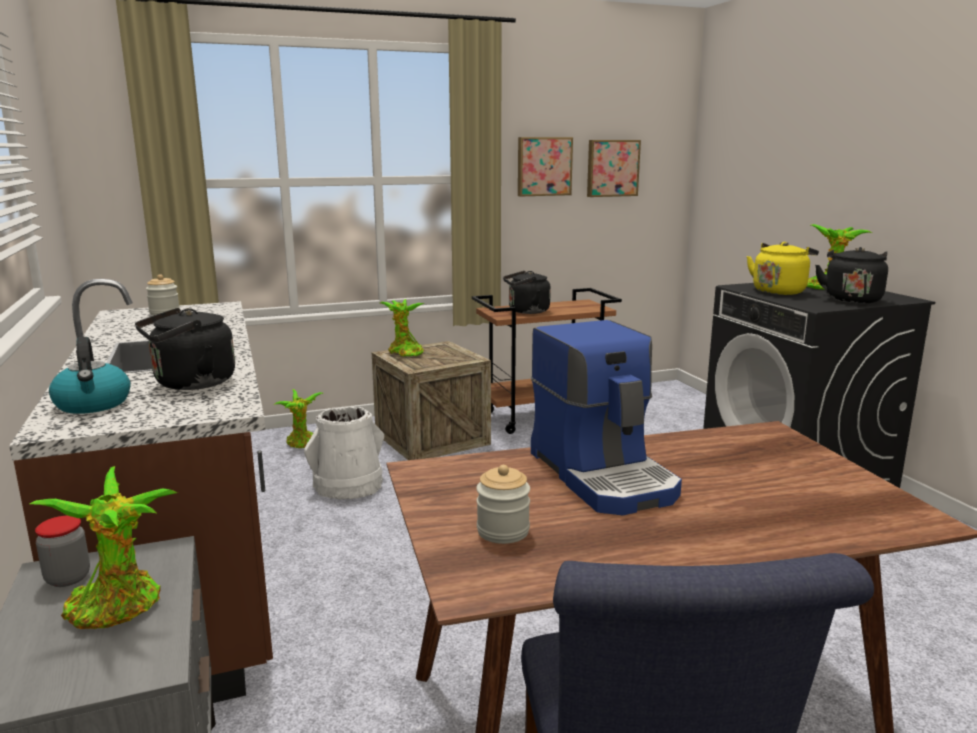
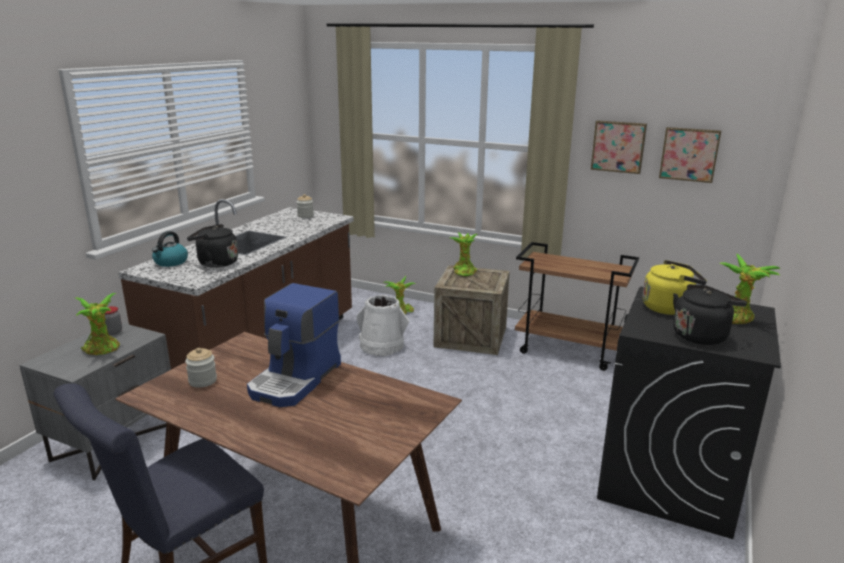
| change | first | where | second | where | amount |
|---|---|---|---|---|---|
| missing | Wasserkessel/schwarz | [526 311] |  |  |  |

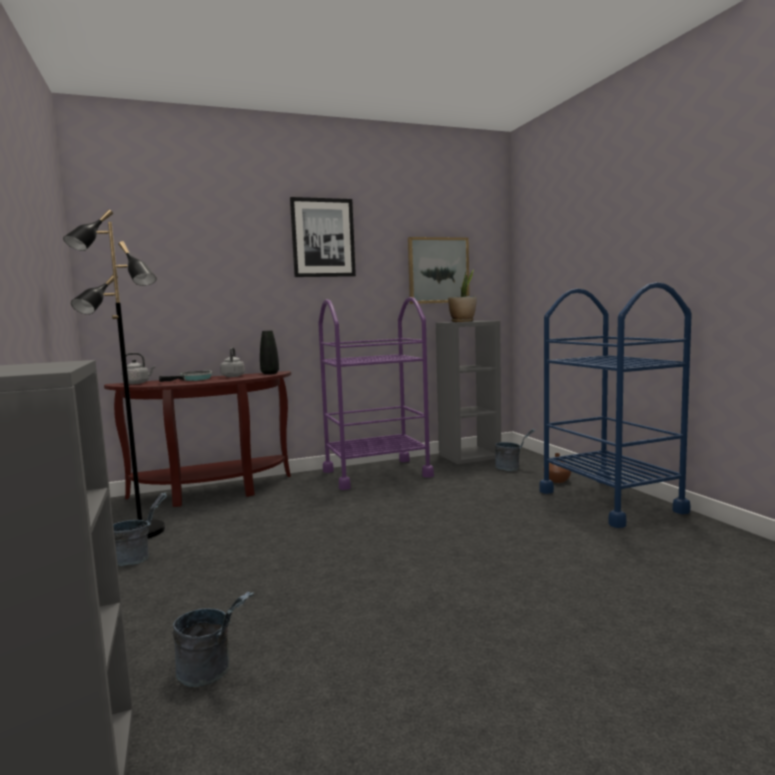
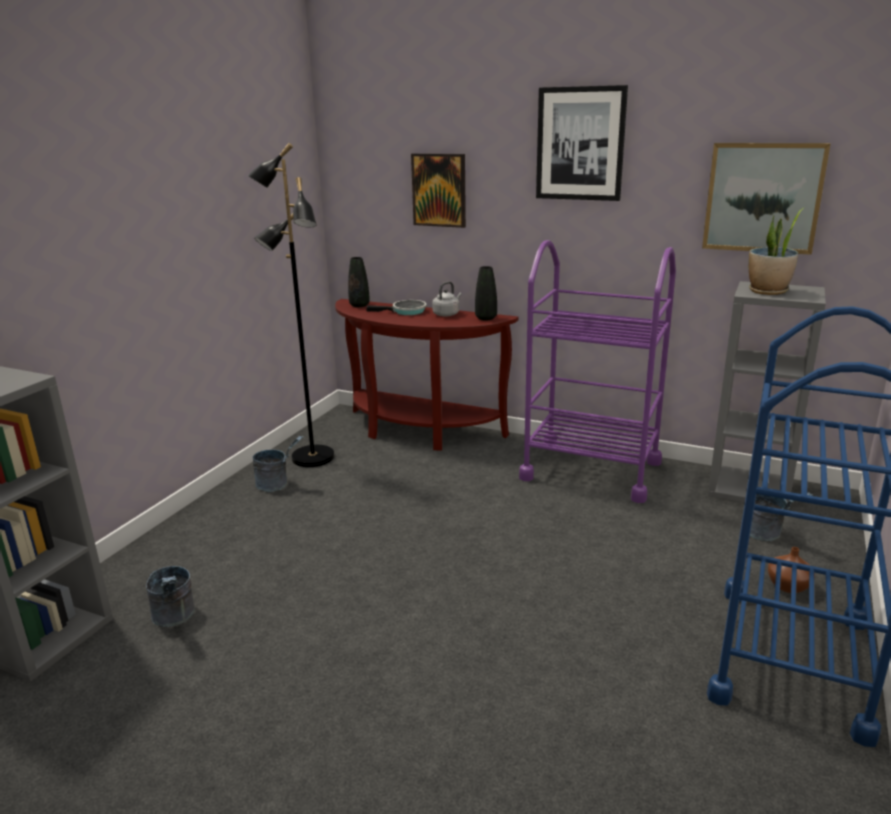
| change | first | where | second | where | amount |
|---|---|---|---|---|---|
| exchanged | Wasserkessel/grau | [138 383] | Vase/schwarz | [359 305] |  |
| appeared |  |  | Bild | [439 190] |  |

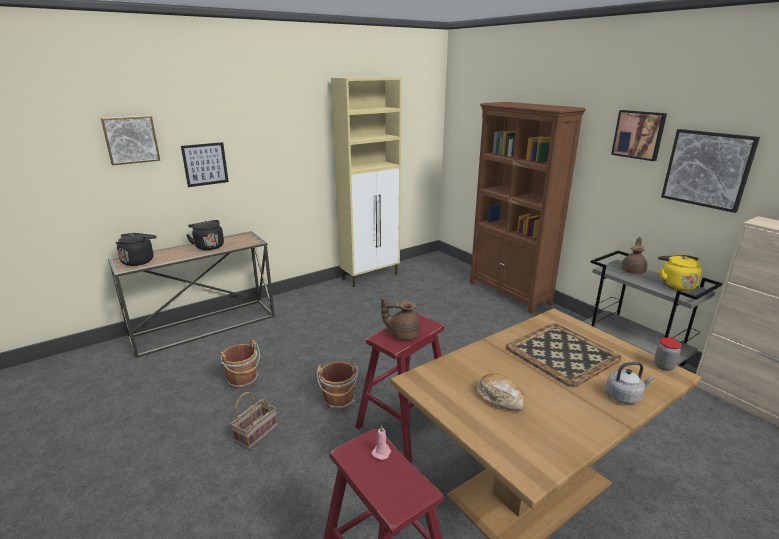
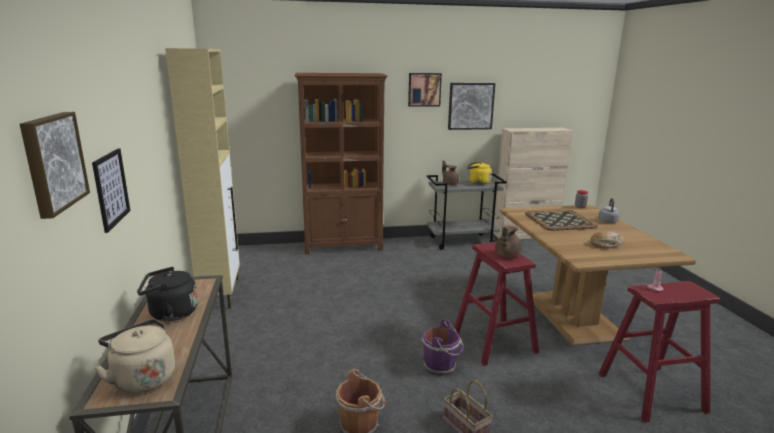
| change | first | where | second | where | amount |
|---|---|---|---|---|---|
| colour | Wasserkessel/schwarz | [139 261] | Wasserkessel/beige | [142 378] |  |
| colour | Eimer/braun | [339 401] | Eimer/lila | [441 366] |  |

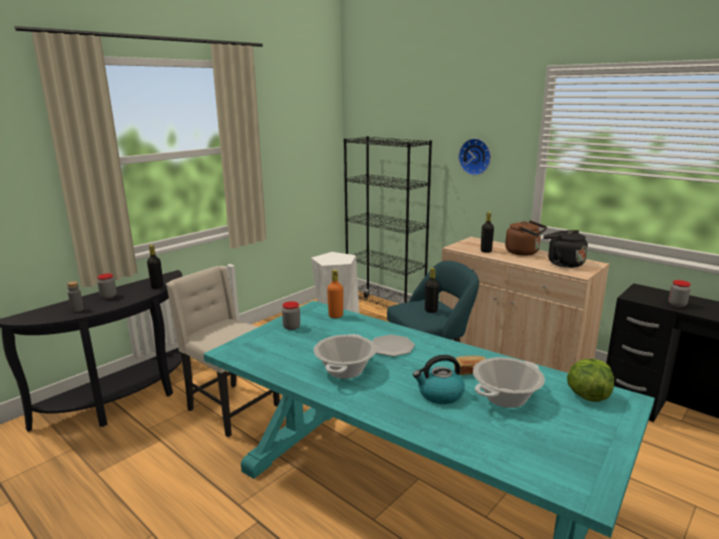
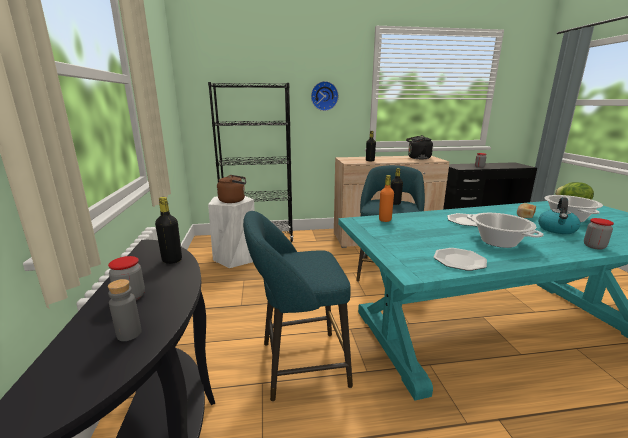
| change | first | where | second | where | amount |
|---|---|---|---|---|---|
| exchanged | Stuhl/beige | [231 408] | Hocker/türkis | [298 365] |  |
| relocated | Vorratsglas | [291 327] |  | [594 246] |  |
| relocated | Wasserkessel/braun | [524 252] |  | [234 200] |  |
| appeared |  |  | Teller | [459 260] |  |

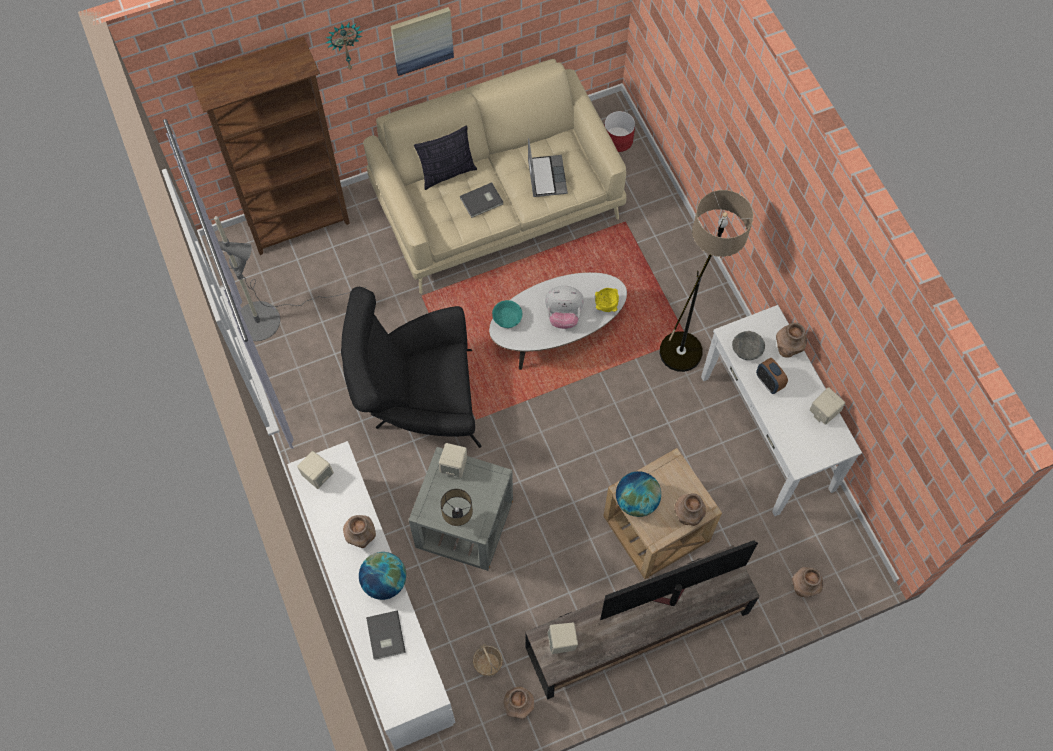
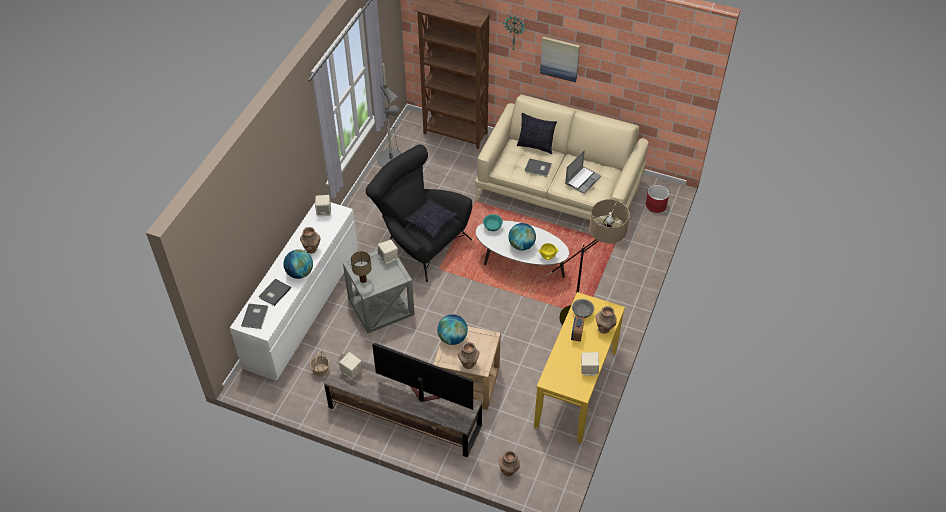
| change | first | where | second | where | amount |
|---|---|---|---|---|---|
| missing | Vase/braun | [519 707] |  |  |  |
| exchanged | Plüschtier | [563 315] | Globus | [521 245] |  |
| colour | Konsolentisch/weiß | [767 432] | Konsolentisch/gelb | [576 388] |  |
| appeared |  |  | Buch/grau | [256 316] |  |
| appeared |  |  | Kissen | [431 221] |  |

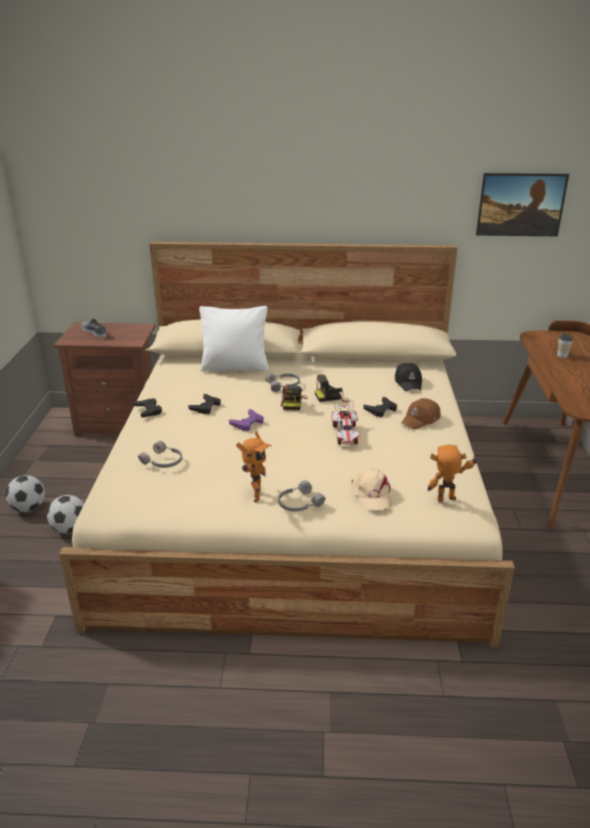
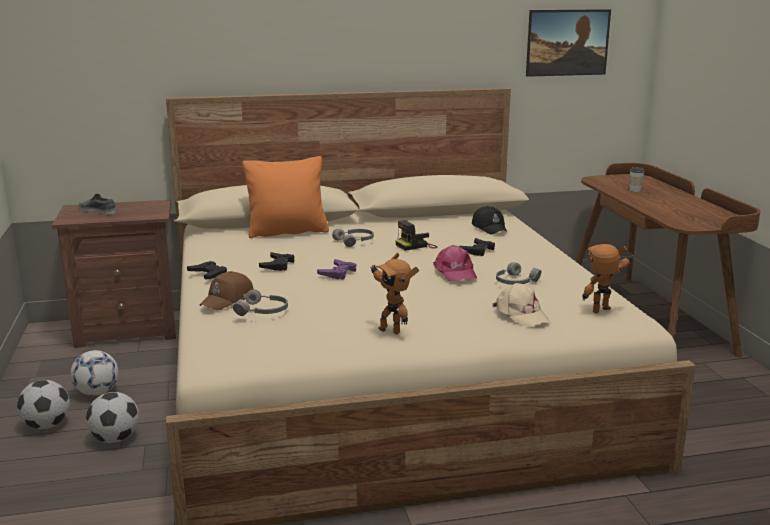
| change | first | where | second | where | amount |
|---|---|---|---|---|---|
| colour | Kissen/weiß | [235 367] | Kissen/orange | [287 232] |  |
| spun | Spielzeugroboter | [254 496] |  | [391 330] | 135 degrees clockwise |
| relocated | Kopfhörer/grau | [299 503] |  | [515 282] |  |
| missing | Kamera | [293 403] |  |  |  |
| exchanged | Spielzeugauto | [345 434] | Kappe/rosa | [455 272] |  |
| relocated | Kappe/braun | [421 420] |  | [228 300] |  |
| appeared |  |  | Fußball | [97 393] |  |

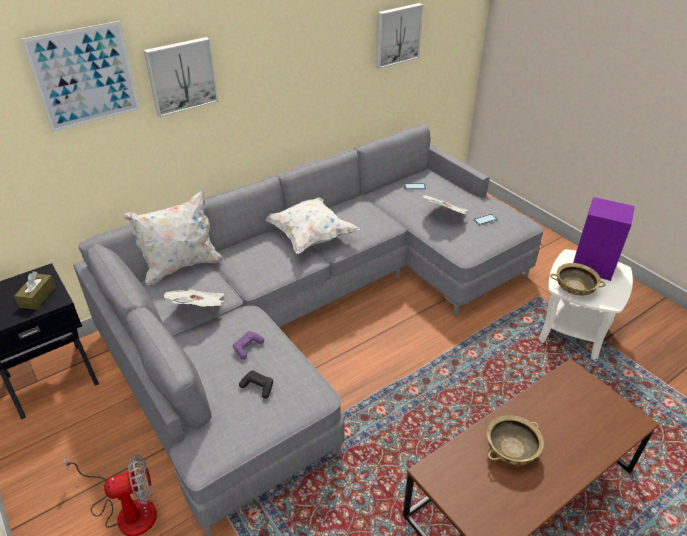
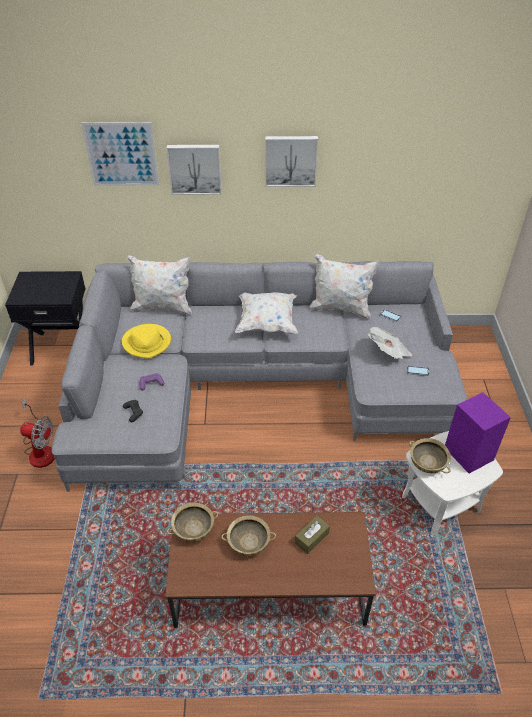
| change | first | where | second | where | amount |
|---|---|---|---|---|---|
| relocated | Taschentuchbox/braun | [38 297] |  | [311 538] |  |
| exchanged | Zeitung | [199 309] | Hut/gelb | [147 343] |  |
| relocated | Bild | [397 35] |  | [290 160] |  |
| appeared |  |  | Schüssel/beige | [193 530] |  |
| appeared |  |  | Kissen/weiß | [340 308] |  |

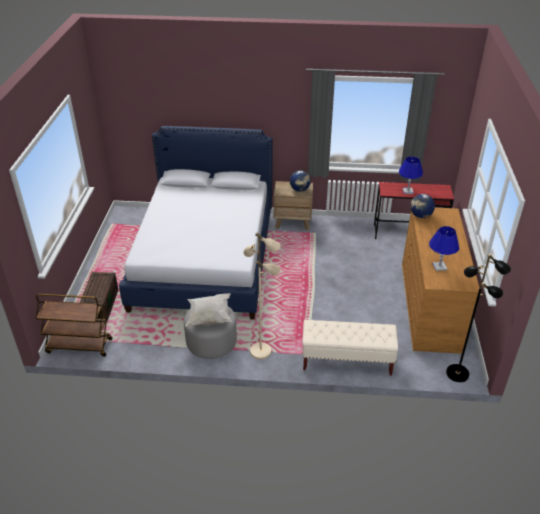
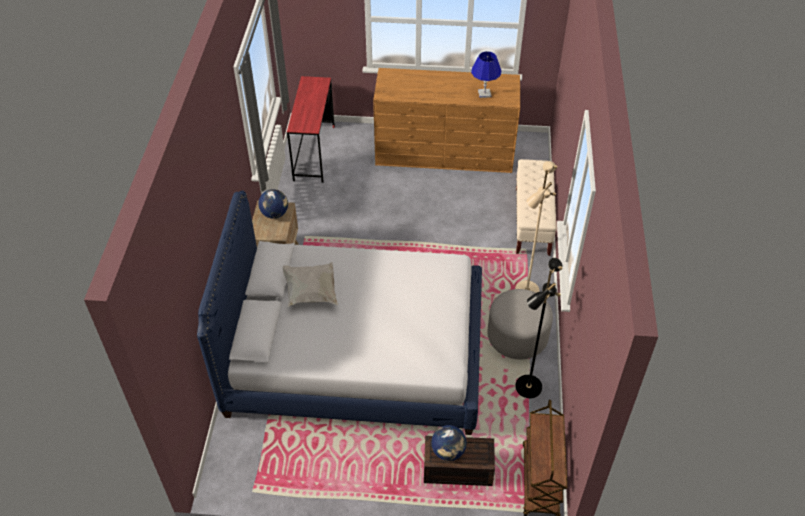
| change | first | where | second | where | amount |
|---|---|---|---|---|---|
| relocated | Kissen/weiß | [209 318] |  | [311 293] |  |
| missing | Tischlampe/blau | [407 191] |  |  |  |
| relocated | Globus | [420 216] |  | [448 452] |  |
| relocated | Stehlampe/schwarz | [458 373] |  | [527 386] |  |

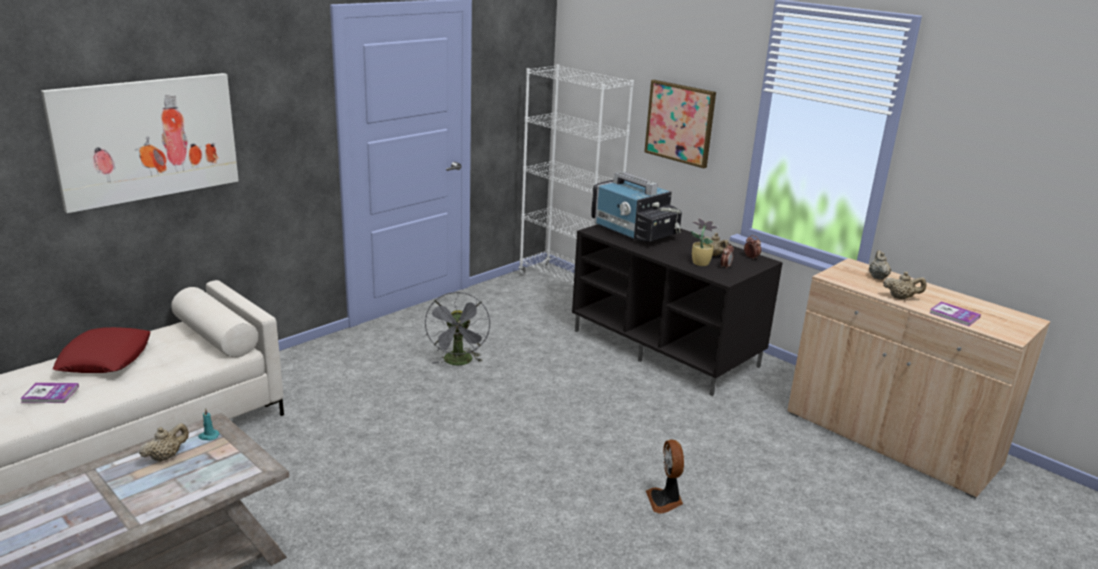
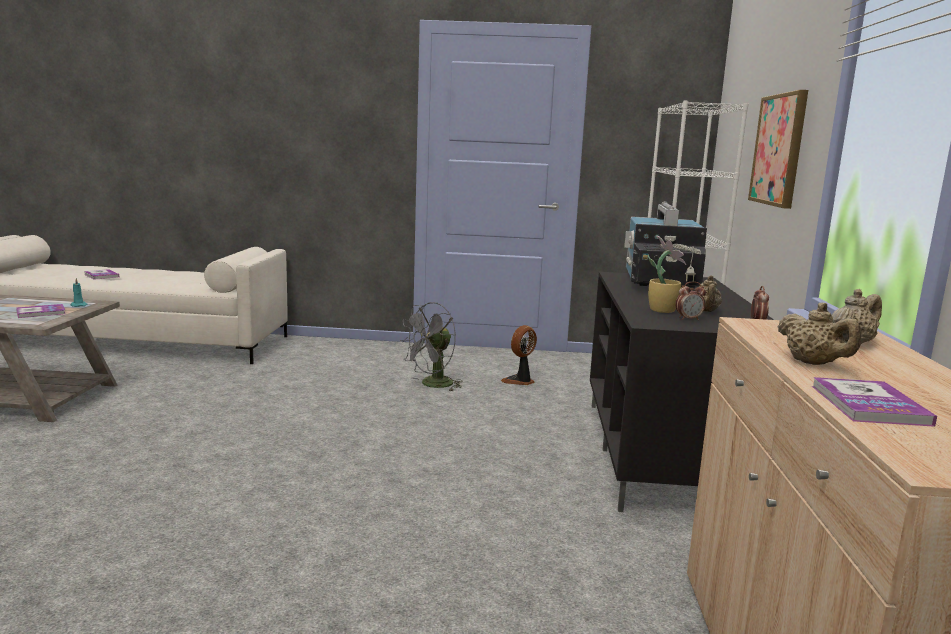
| change | first | where | second | where | amount |
|---|---|---|---|---|---|
| missing | Bild | [147 139] |  |  |  |
| missing | Kissen/rot | [105 358] |  |  |  |
| missing | Teekanne/beige | [166 457] |  |  |  |
| relocated | Ventilator | [665 500] |  | [520 381] |  |
| appeared |  |  | Buch | [41 312] |  |

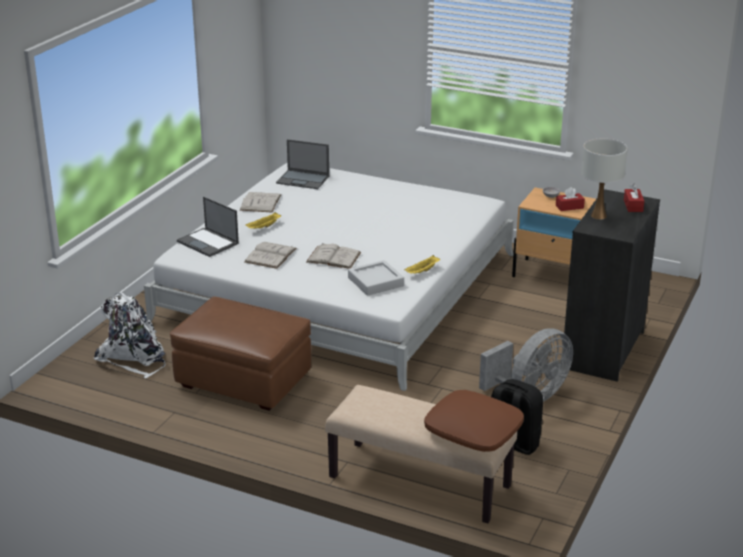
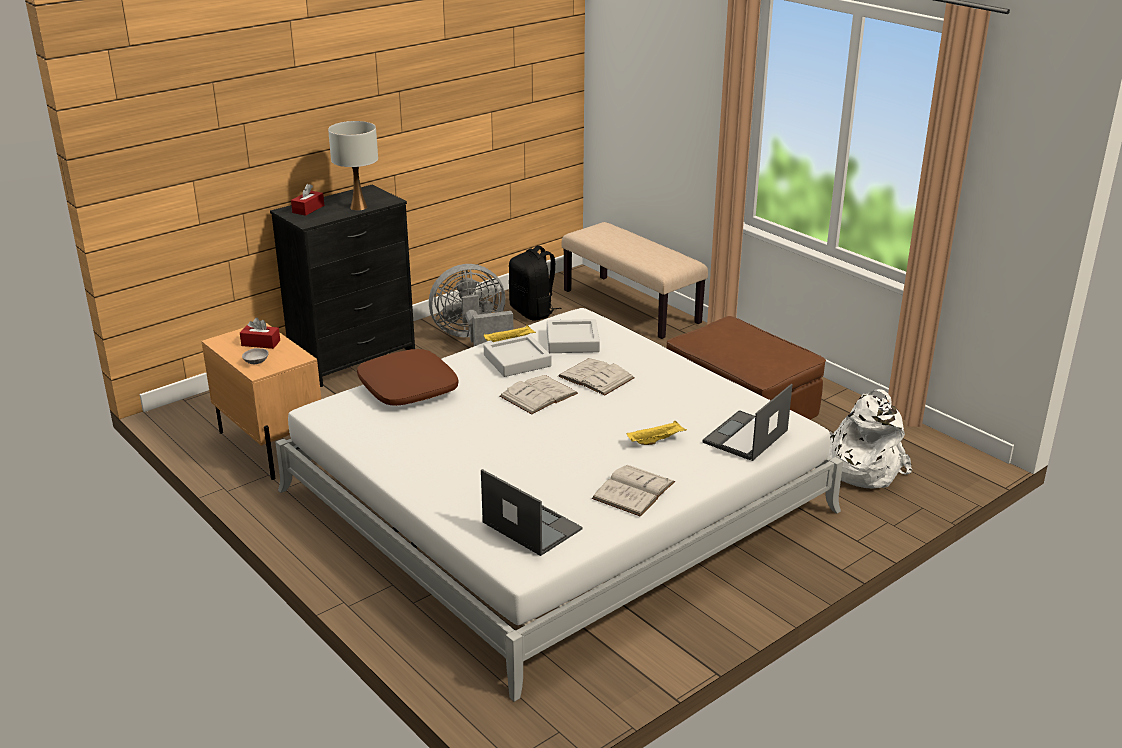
| change | first | where | second | where | amount |
|---|---|---|---|---|---|
| spun | Laptop | [208 243] |  | [745 437] | 120 degrees counterclockwise |
| relocated | Buch/weiß | [270 255] |  | [538 395] |  |
| relocated | Kissen/braun | [474 430] |  | [407 389] |  |
| appeared |  |  | Tablett/grau | [517 361] |  |

